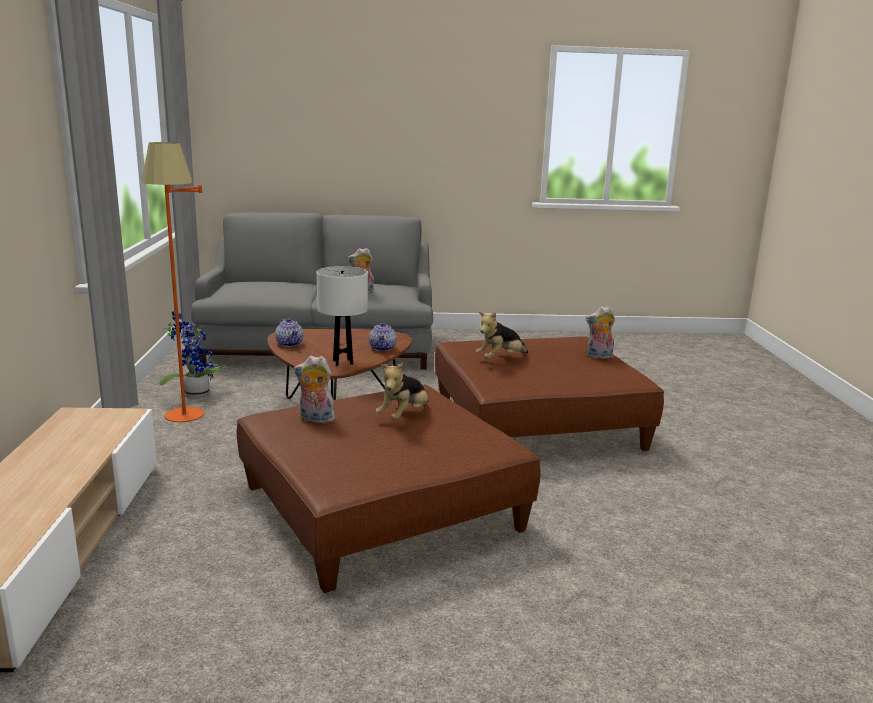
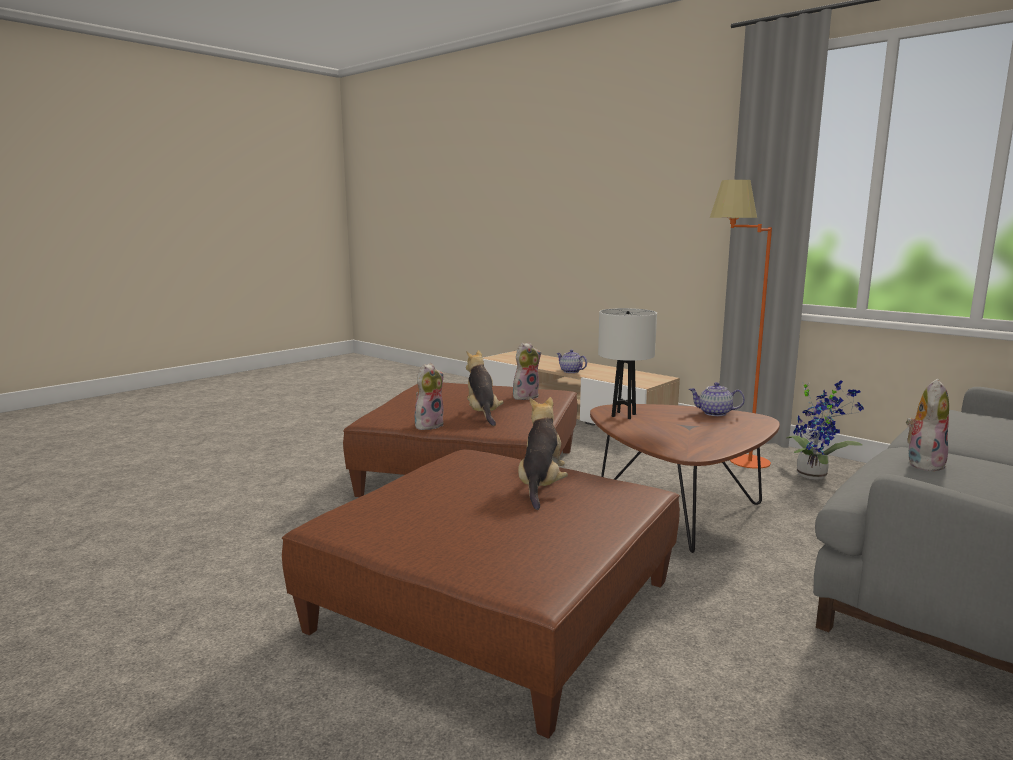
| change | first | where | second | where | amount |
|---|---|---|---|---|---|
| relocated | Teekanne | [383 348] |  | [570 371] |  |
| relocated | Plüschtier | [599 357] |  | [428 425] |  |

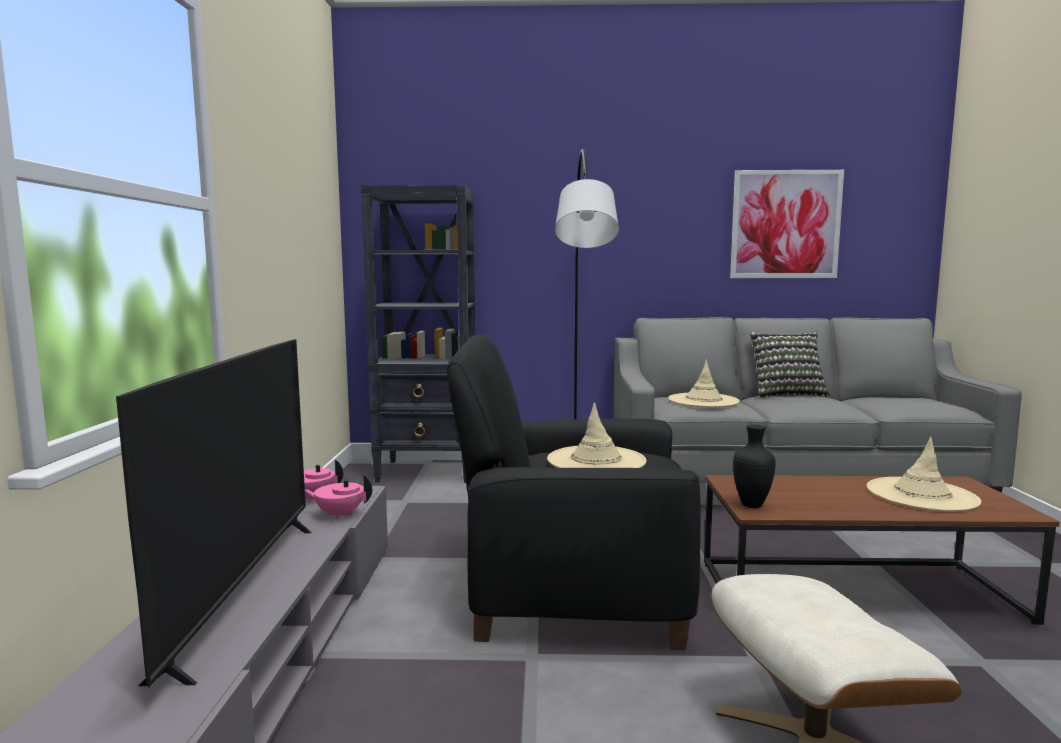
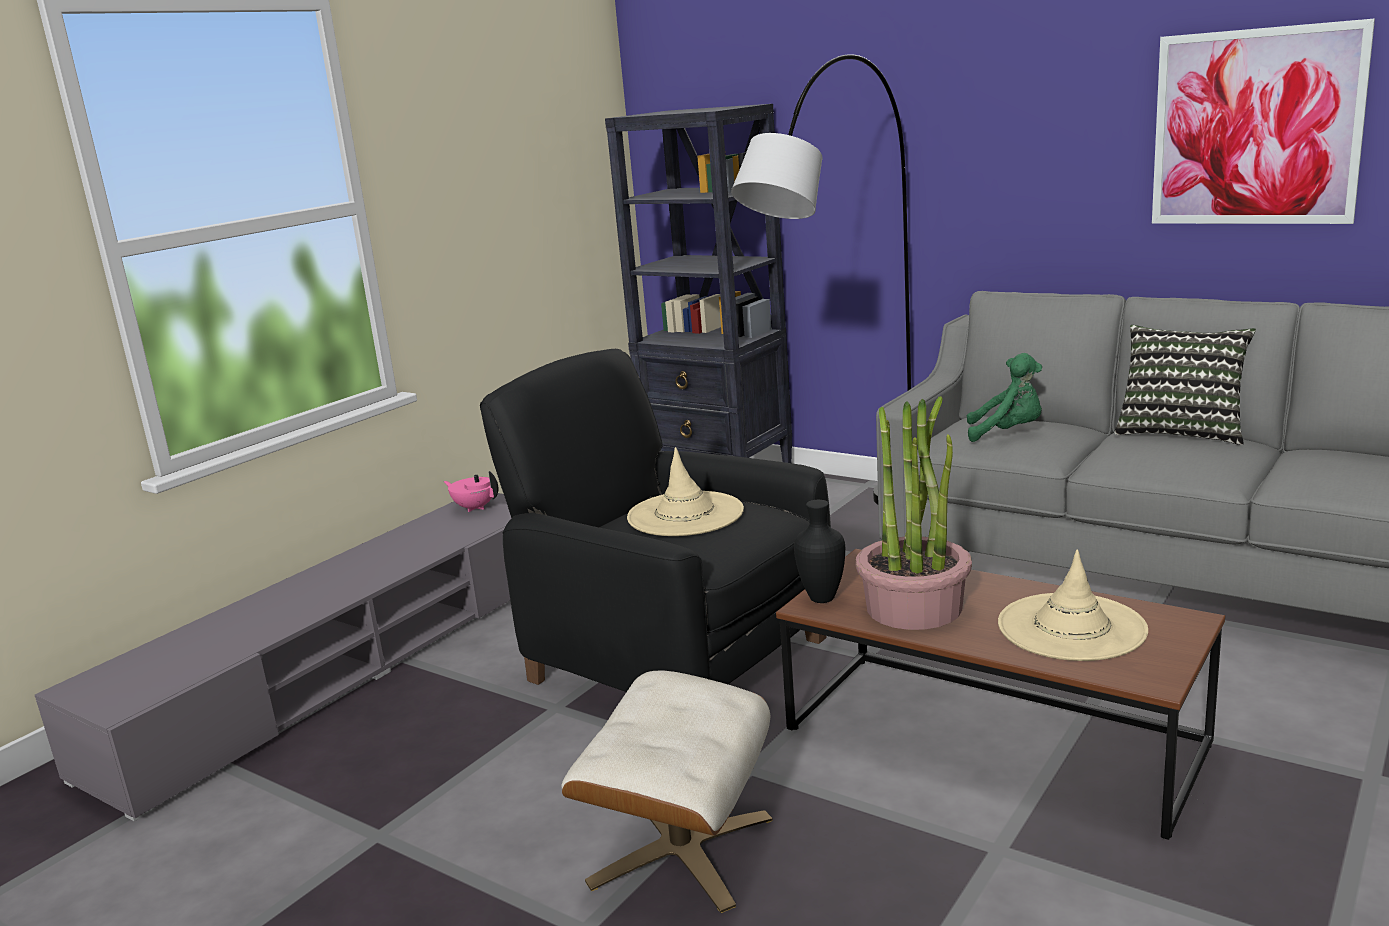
| change | first | where | second | where | amount |
|---|---|---|---|---|---|
| missing | Fernseher | [244 591] |  |  |  |
| missing | Teekanne/rosa | [339 514] |  |  |  |
| exchanged | Hut/beige | [703 401] | Plüschtier/grün | [1007 433] |  |
| appeared |  |  | Topfpflanze | [914 607] |  |

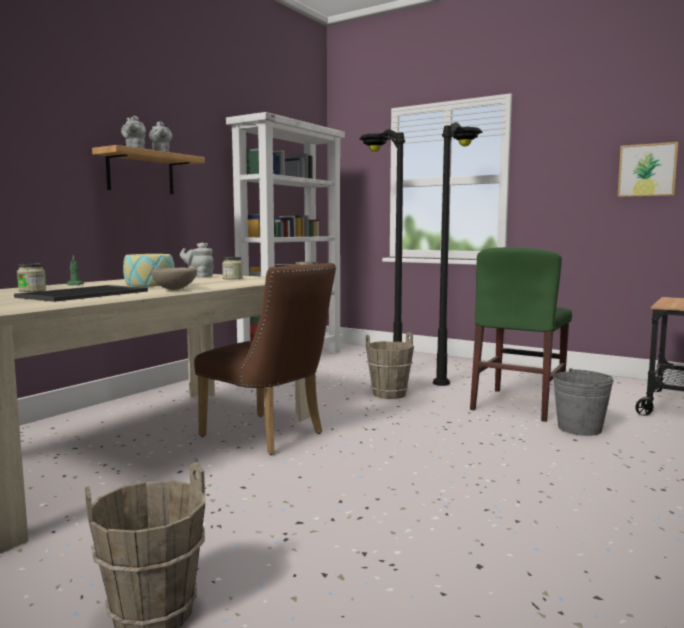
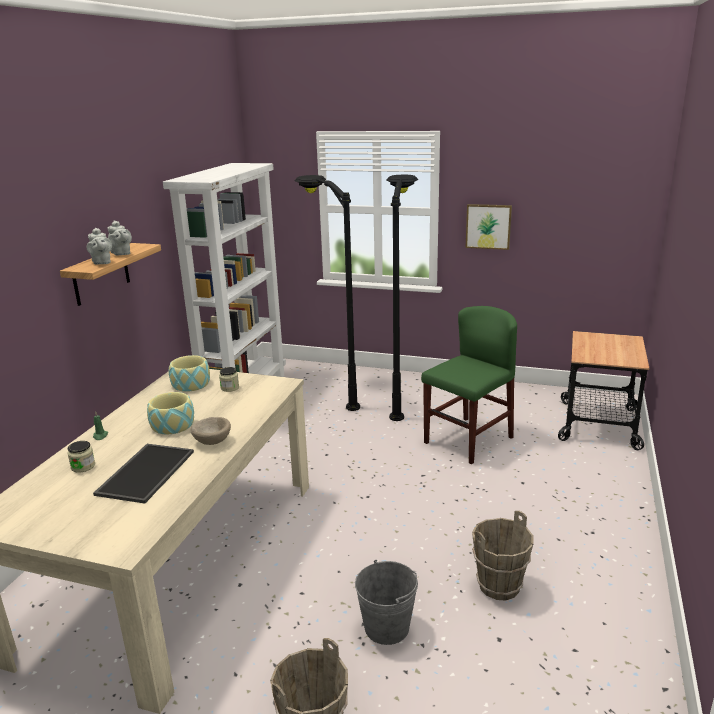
| change | first | where | second | where | amount |
|---|---|---|---|---|---|
| exchanged | Teekanne/grau | [198 276] | Schüssel | [191 384] |  |
| missing | Stuhl/braun | [269 437] |  |  |  |
| relocated | Eimer/braun | [389 394] |  | [499 586] |  |
| spun | Stuhl/grün | [518 404] |  | [468 440] | 150 degrees counterclockwise |
| relocated | Eimer/grau | [579 428] |  | [387 627] |  |
| relocated | Bild | [647 170] |  | [488 226] |  |

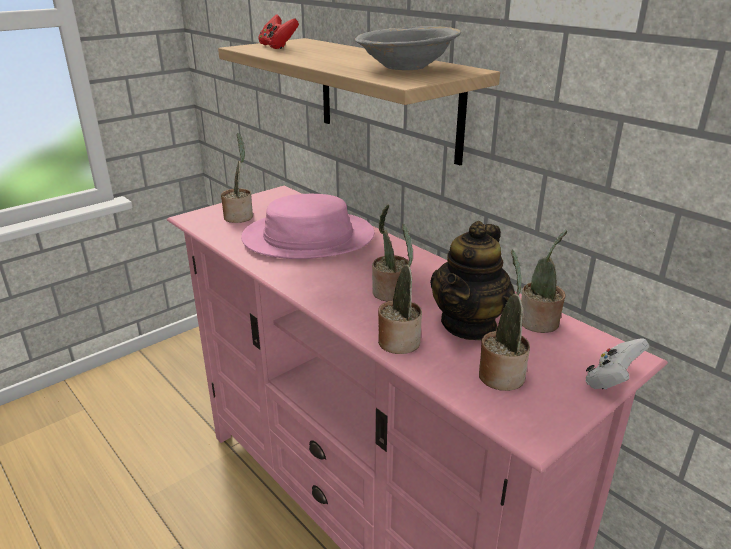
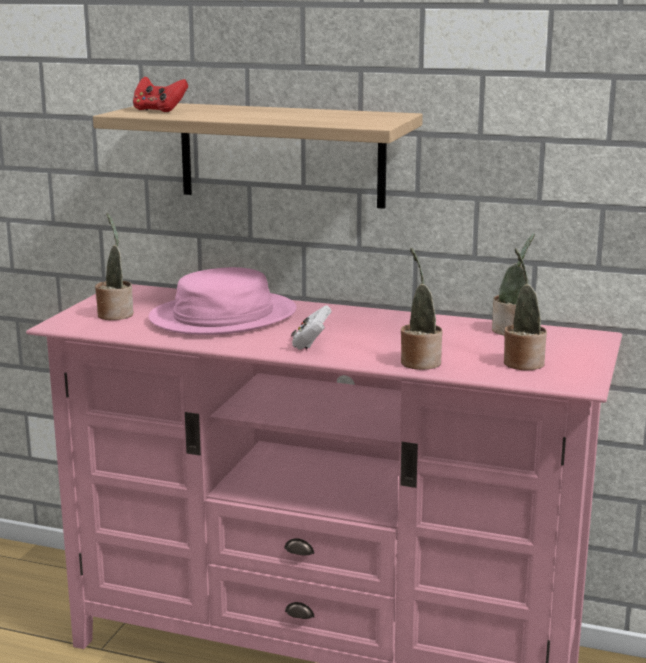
| change | first | where | second | where | amount |
|---|---|---|---|---|---|
| missing | Schüssel/grau | [406 67] |  |  |  |
| missing | Topfpflanze | [389 293] |  |  |  |
| missing | Teekanne | [469 324] |  |  |  |
| relocated | Gamepad/weiß | [611 381] |  | [311 344] |  |

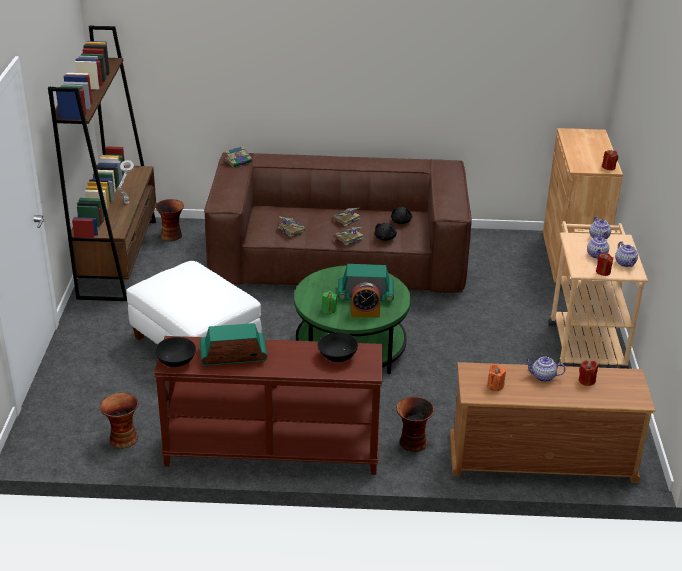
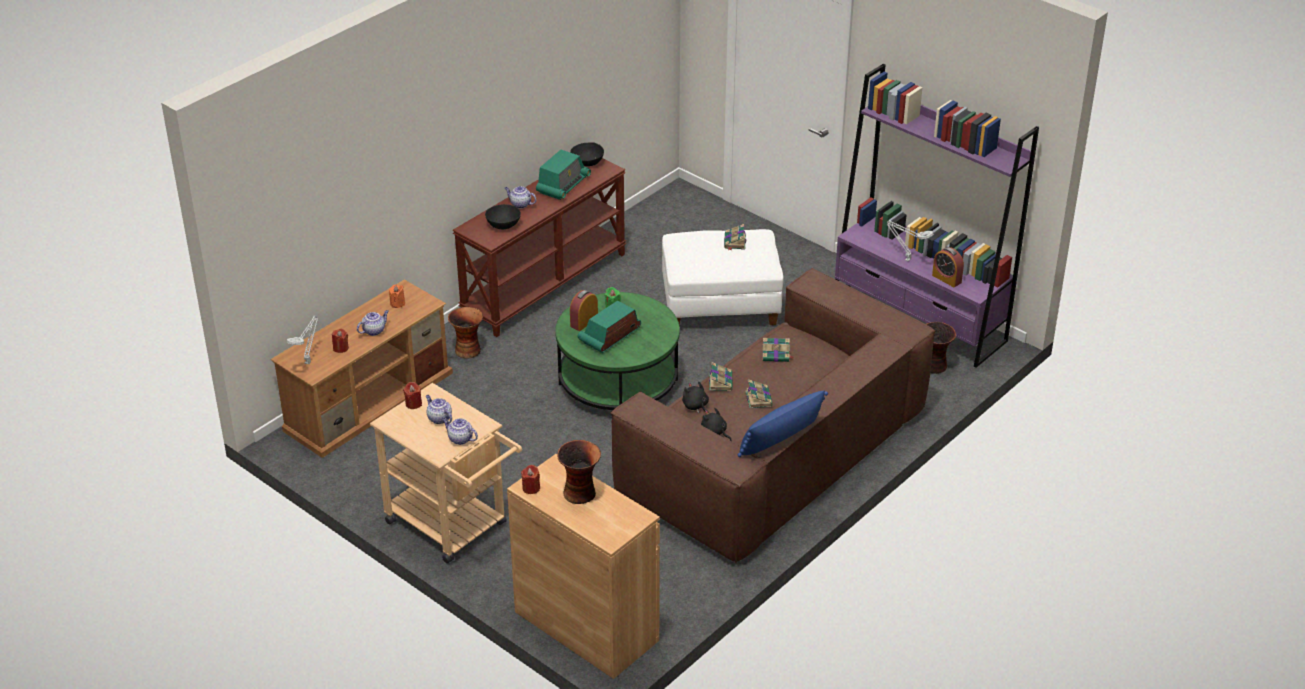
| change | first | where | second | where | amount |
|---|---|---|---|---|---|
| colour | Bücherregal/braun | [118 258] | Bücherregal/lila | [919 319] |  |
| relocated | Vase | [122 439] |  | [580 493] |  |
| relocated | Buch | [238 161] |  | [735 242] |  |
| relocated | Teekanne | [625 263] |  | [520 204] |  |
| appeared |  |  | Tischlampe/grau | [308 362] |  |
| appeared |  |  | Kissen/blau | [780 438] |  |
| appeared |  |  | Wecker | [946 278] |  |

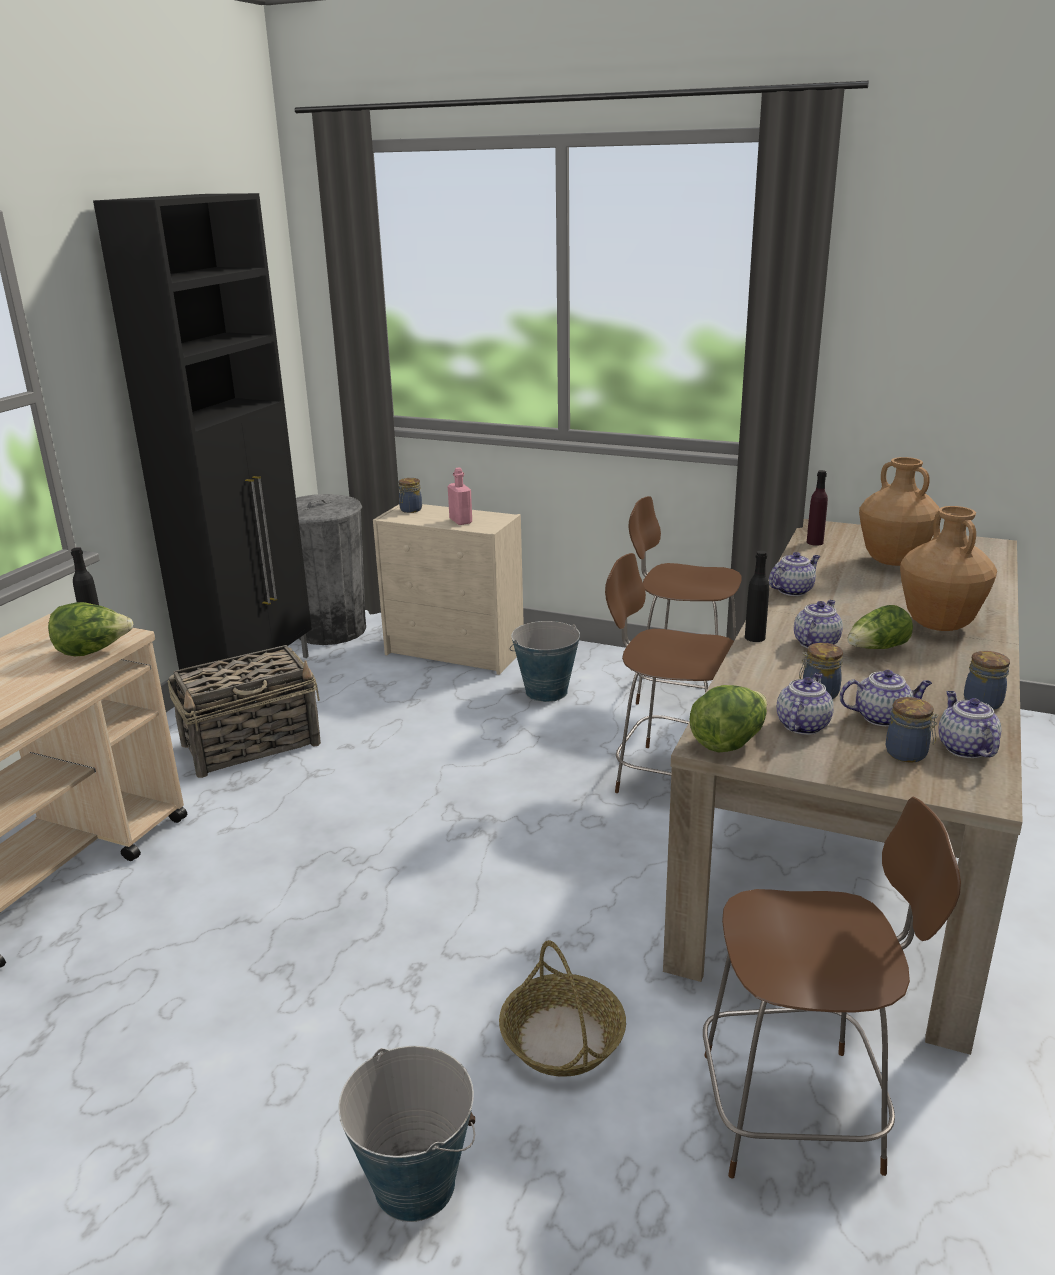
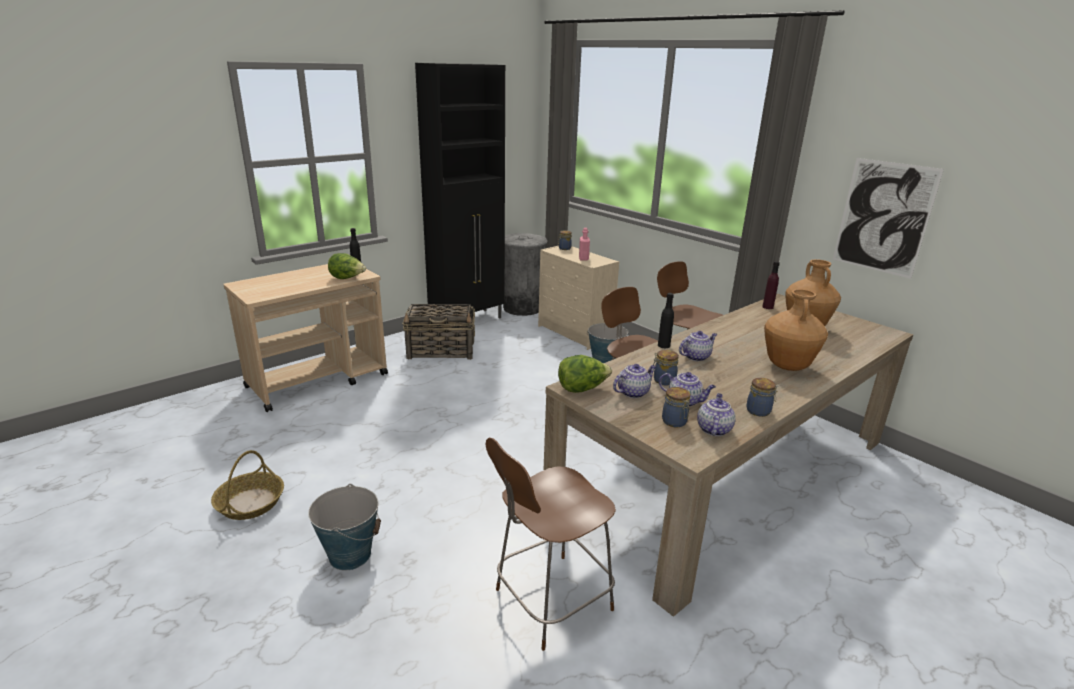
| change | first | where | second | where | amount |
|---|---|---|---|---|---|
| relocated | Korb | [563 1039] |  | [250 503] |  |
| spun | Stuhl/braun | [798 1111] |  | [550 601] | 120 degrees clockwise |
| missing | Teekanne | [793 590] |  |  |  |
| missing | Salatkopf | [877 649] |  |  |  |
| appeared |  |  | Bild | [883 217] |  |

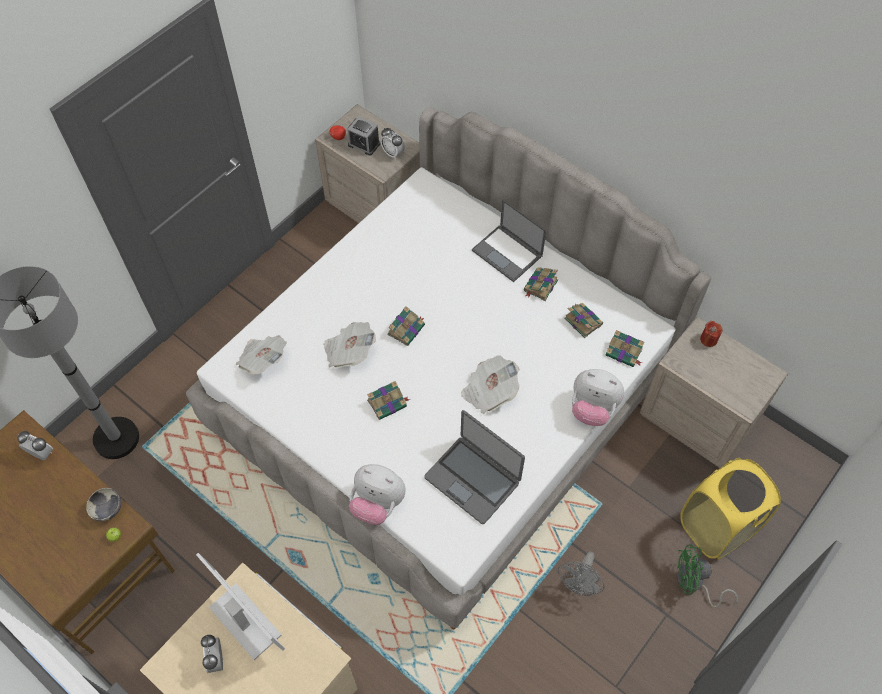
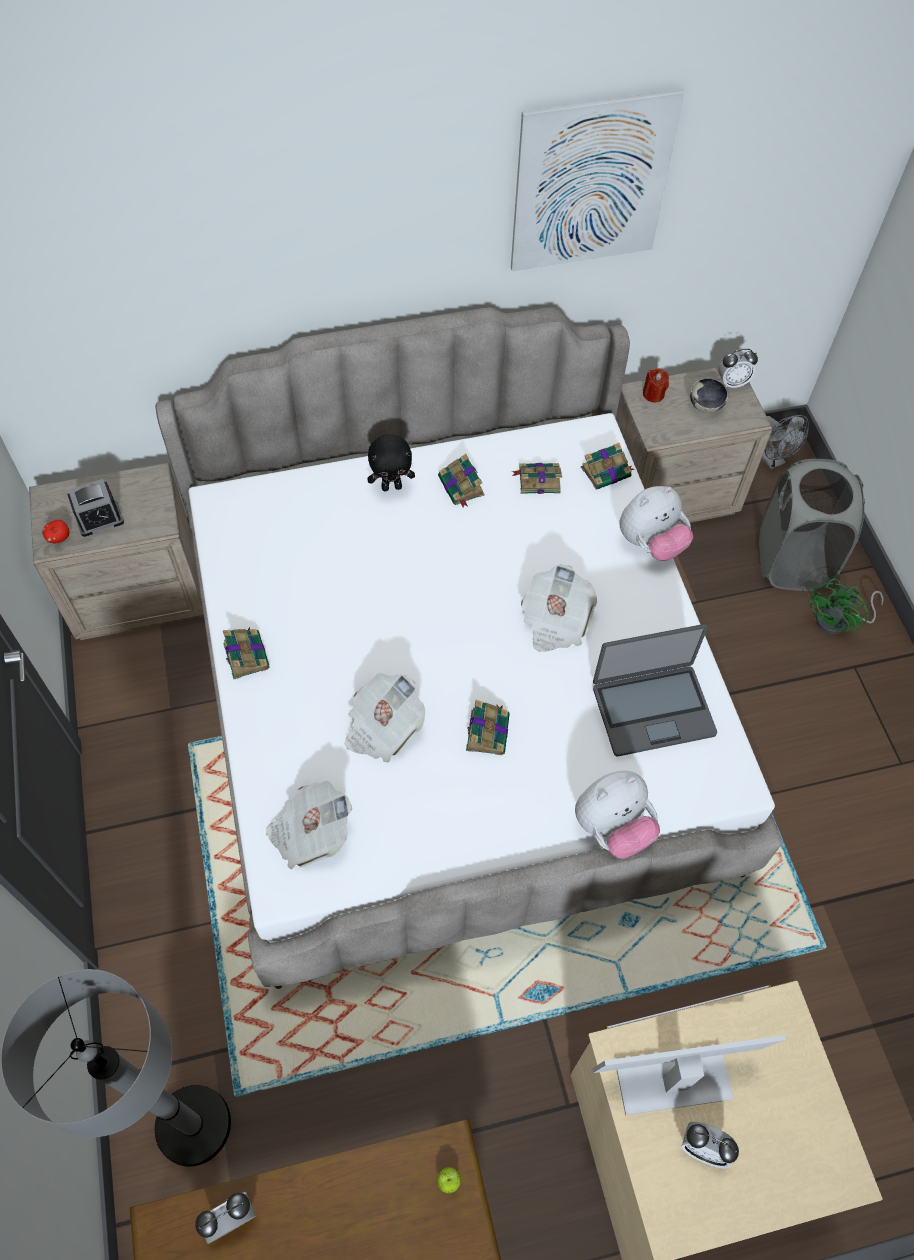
| change | first | where | second | where | amount |
|---|---|---|---|---|---|
| relocated | Schüssel | [108 510] |  | [705 406] |  |
| relocated | Wecker | [393 153] |  | [732 383] |  |
| relocated | Buch | [406 329] |  | [246 655] |  |
| exchanged | Laptop | [508 253] | Plüschtier/schwarz | [392 486] |  |
| relocated | Ventilator/grau | [578 585] |  | [772 460] |  |
| colour | Wäschekorb/gelb | [716 527] | Wäschekorb/grau | [792 561] |  |
| appeared |  |  | Bild | [591 184] |  |

